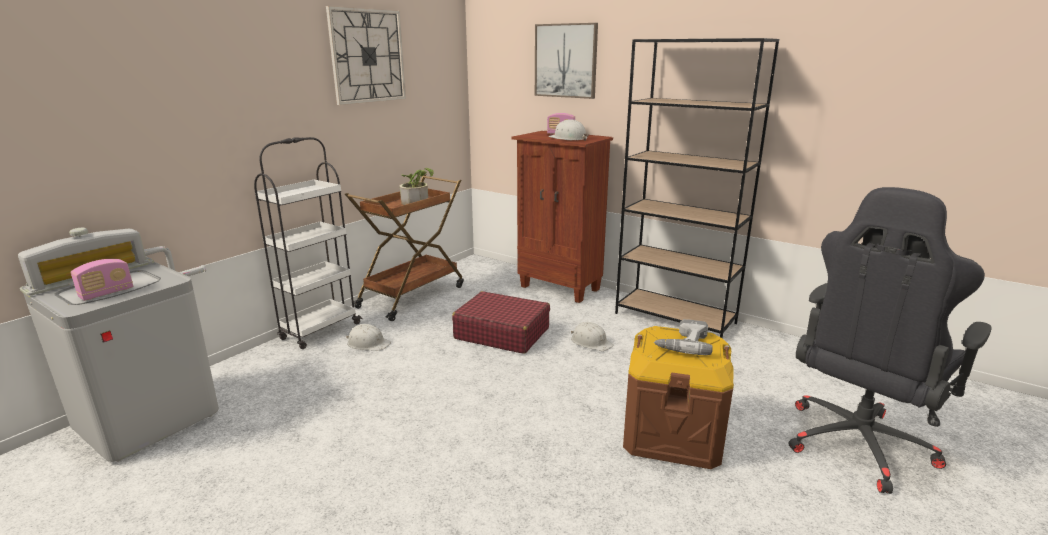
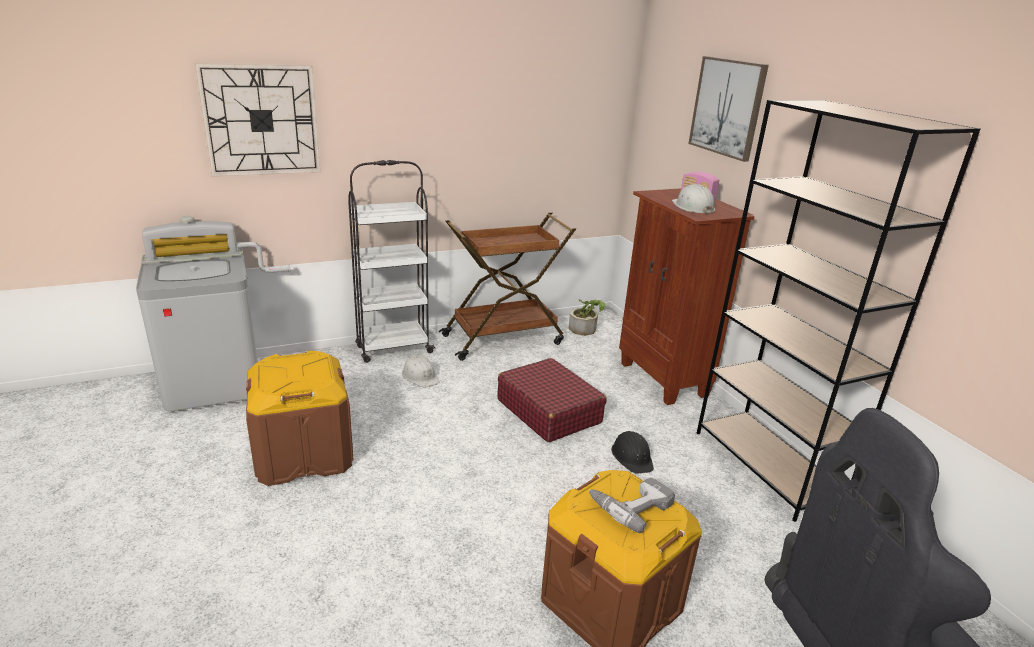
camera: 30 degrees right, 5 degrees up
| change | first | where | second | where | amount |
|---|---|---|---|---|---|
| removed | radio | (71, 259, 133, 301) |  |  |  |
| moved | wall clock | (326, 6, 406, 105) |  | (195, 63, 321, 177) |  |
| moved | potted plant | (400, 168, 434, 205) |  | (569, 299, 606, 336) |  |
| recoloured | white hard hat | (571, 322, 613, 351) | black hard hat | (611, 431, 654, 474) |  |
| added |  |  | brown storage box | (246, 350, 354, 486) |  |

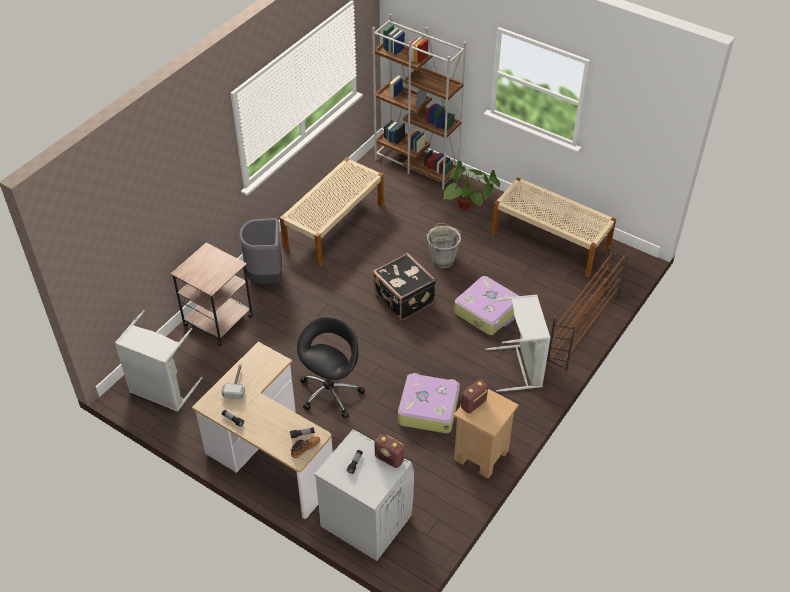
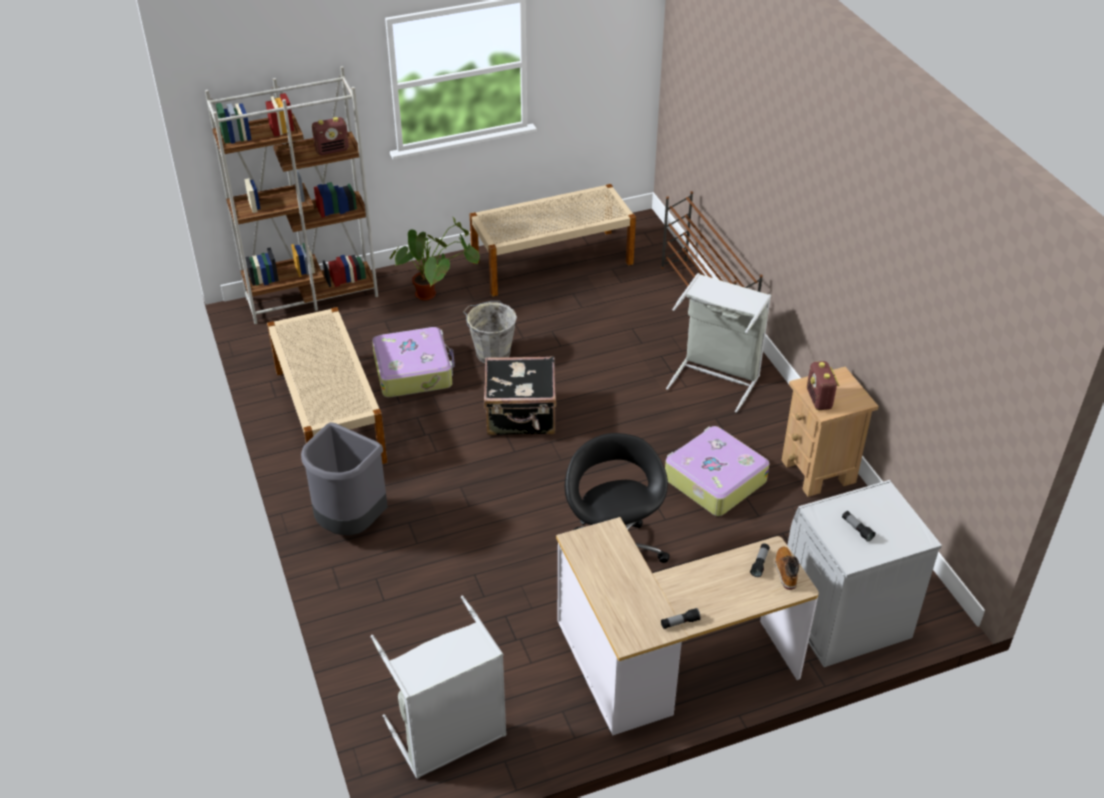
camera: 55 degrees left, 5 degrees down
| change | first | where | second | where | amount |
|---|---|---|---|---|---|
| removed | brown cart | (171, 243, 253, 346) |  |  |  |
| removed | hammer | (222, 364, 245, 399) |  |  |  |
| moved | radio | (374, 434, 404, 468) |  | (312, 117, 349, 155) |  |
| moved | suitcase | (454, 276, 519, 335) |  | (372, 327, 455, 397) |  |

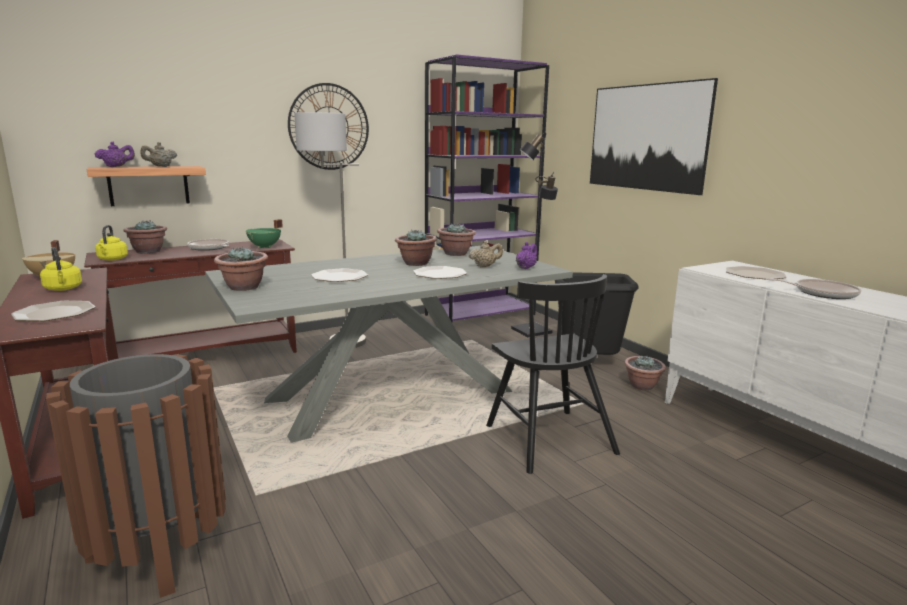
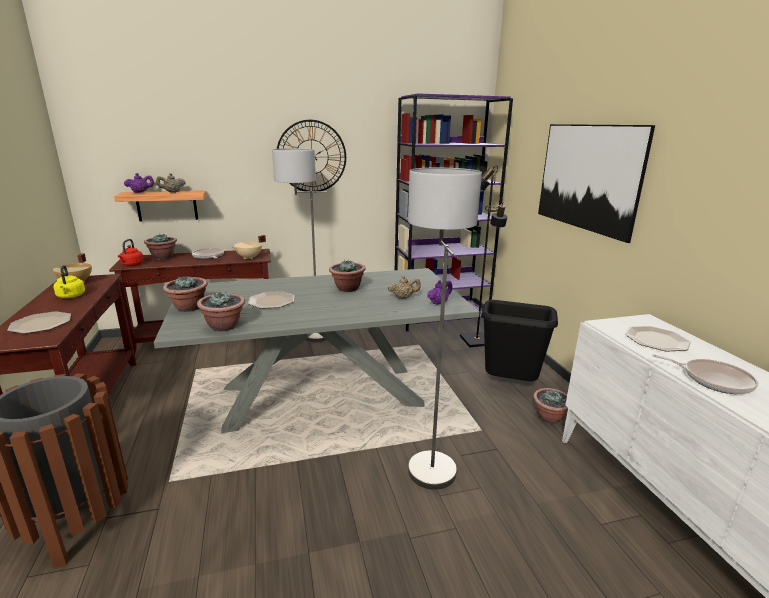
camera: 15 degrees right, 5 degrees up
| change | first | where | second | where | amount |
|---|---|---|---|---|---|
| recoloured | yellow kettle | (95, 225, 128, 261) | red kettle | (118, 239, 144, 266) |  |
| recoloured | green cooking pot | (246, 219, 283, 248) | beige cooking pot | (232, 235, 266, 259) |  |
| removed | plate | (413, 266, 467, 279) |  |  |  |
| moved | potted plant | (437, 223, 476, 256) |  | (197, 292, 245, 331) |  |
| replaced | black chair | (486, 274, 620, 474) | grey floor lamp | (408, 168, 482, 490) |  |

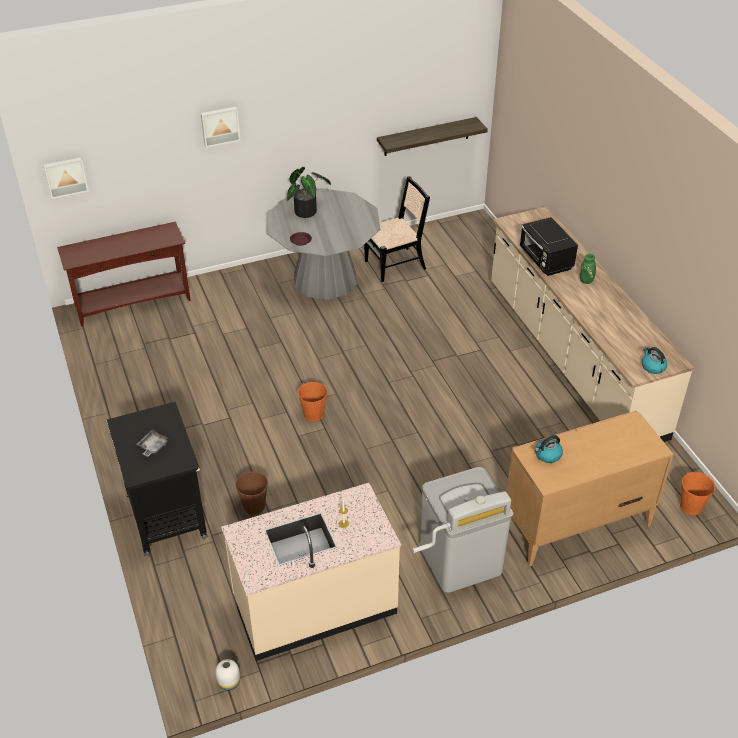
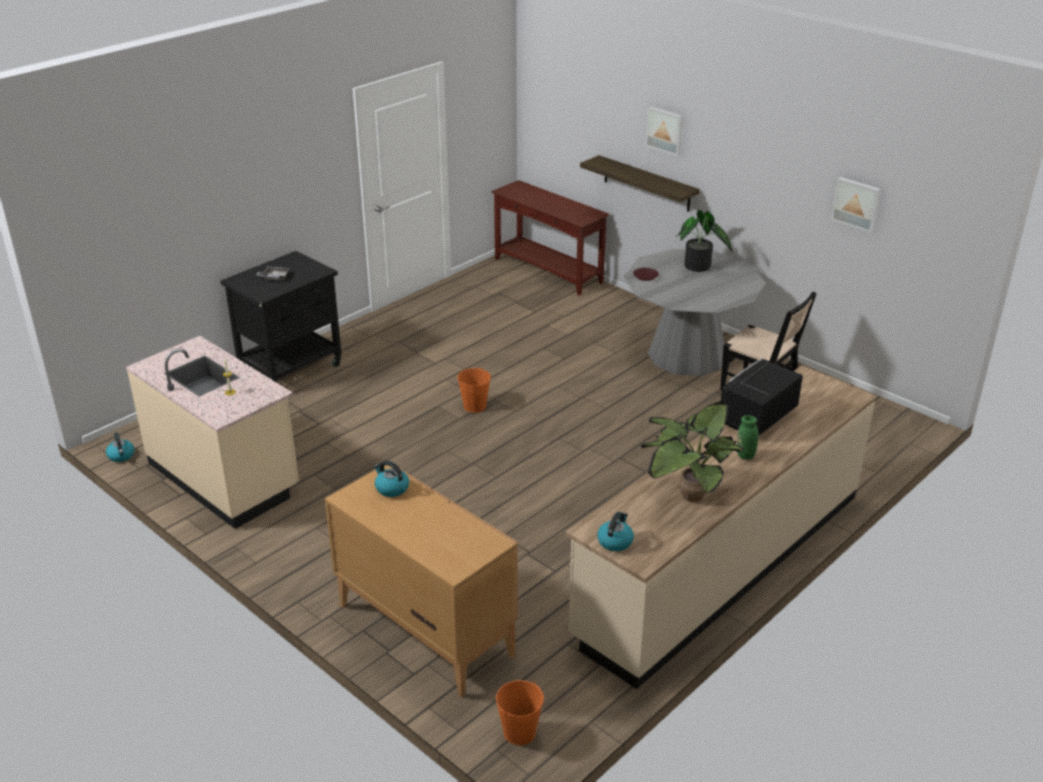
camera: 65 degrees right, 10 degrees down
| change | first | where | second | where | amount |
|---|---|---|---|---|---|
| moved | picture | (43, 157, 89, 199) |  | (831, 177, 881, 232) |  |
| replaced | white vase | (215, 659, 240, 691) | kettle | (106, 432, 134, 462) |  |
| removed | brown bucket | (235, 471, 268, 514) |  |  |  |
| moved | shelf | (377, 117, 488, 156) |  | (580, 155, 700, 212) |  |
| removed | grey washing machine | (412, 467, 513, 593) |  |  |  |
| added |  |  | potted plant | (640, 401, 744, 502) |  |

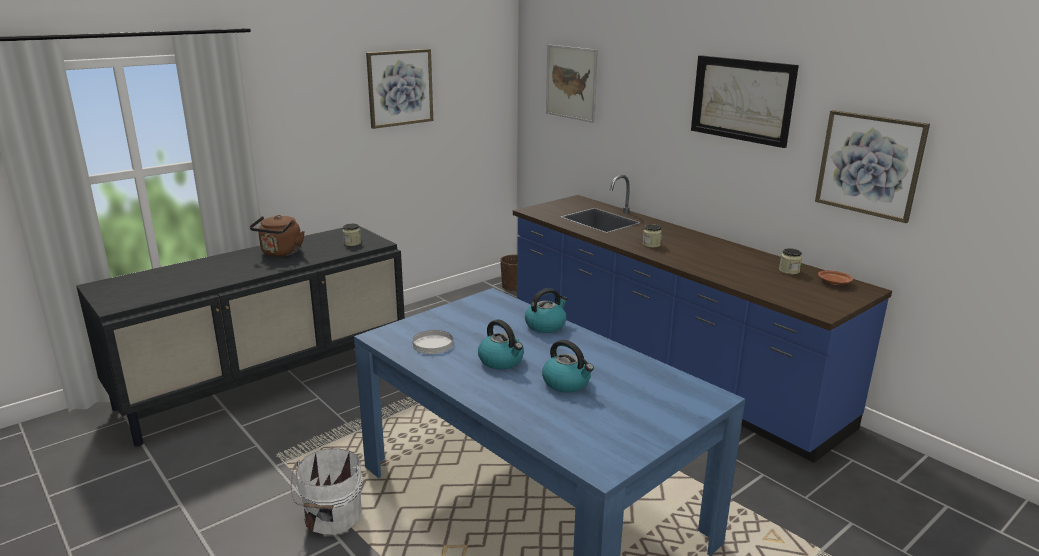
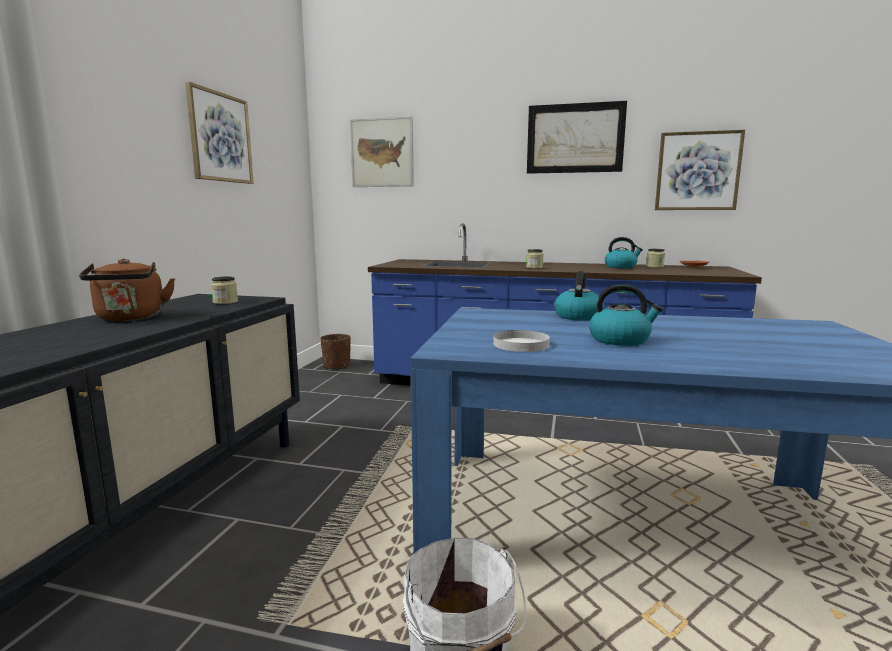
camera: 35 degrees left, 10 degrees down
| change | first | where | second | where | amount |
|---|---|---|---|---|---|
| moved | kettle | (542, 340, 594, 393) |  | (605, 237, 643, 268) |  |

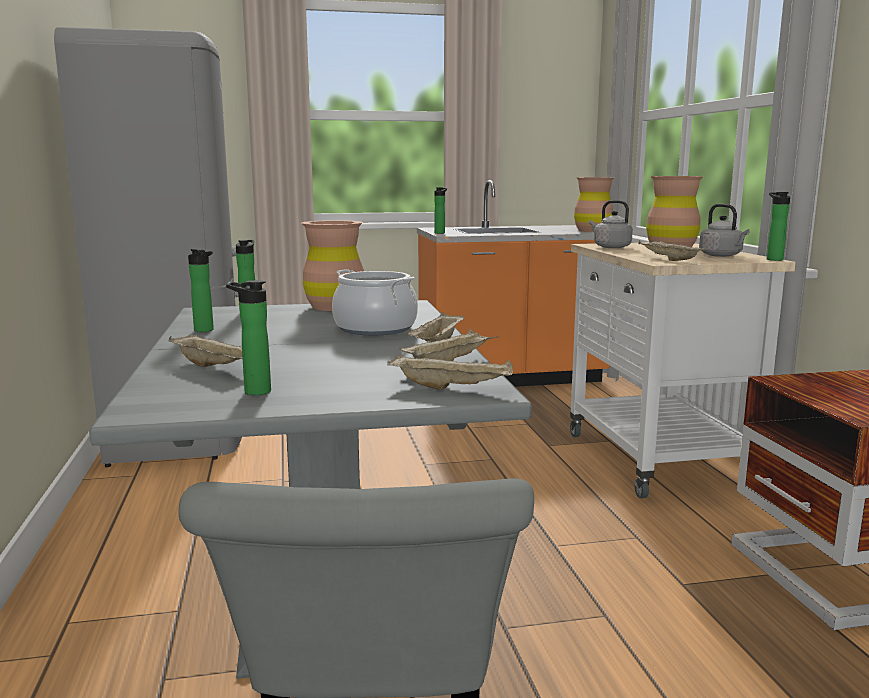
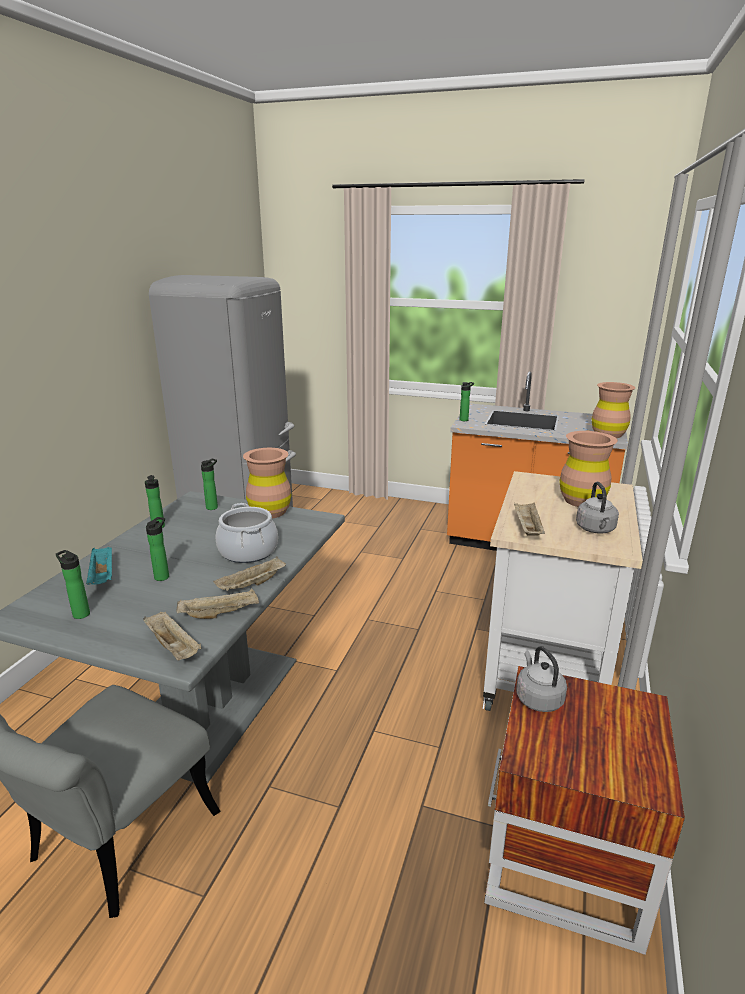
camera: 30 degrees right, 10 degrees up
| change | first | where | second | where | amount |
|---|---|---|---|---|---|
| recoloured | beige tray | (168, 334, 243, 367) | turquoise tray | (86, 547, 112, 585) |  |
| moved | grey kettle | (589, 200, 633, 248) |  | (516, 646, 567, 712) |  |
| moved | bottle | (767, 192, 790, 261) |  | (146, 517, 169, 581) |  |

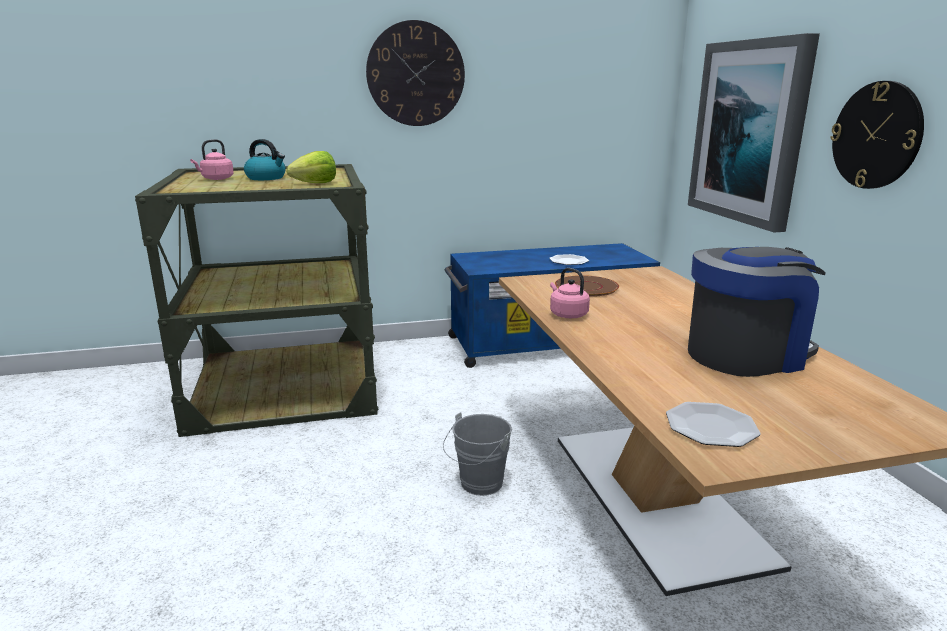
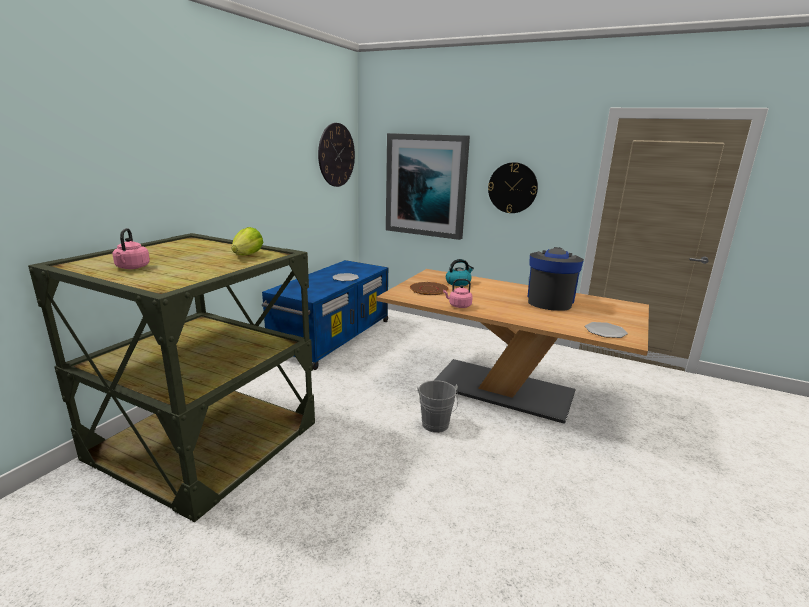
camera: 50 degrees left, 0 degrees up
| change | first | where | second | where | amount |
|---|---|---|---|---|---|
| moved | kettle | (244, 139, 286, 180) |  | (446, 259, 474, 286) |  |
| moved | wall clock | (366, 20, 465, 126) |  | (318, 123, 355, 187) |  |

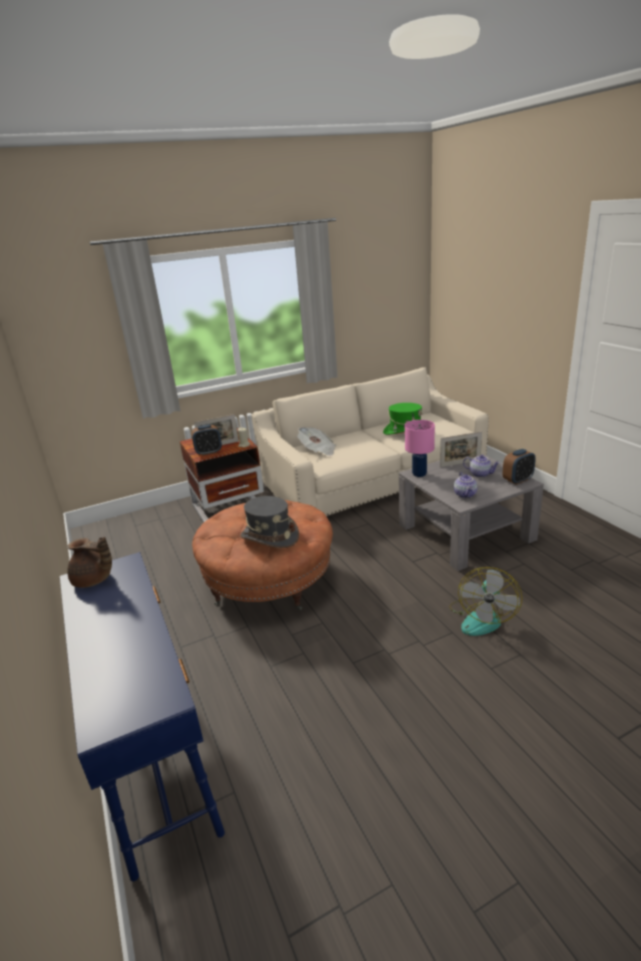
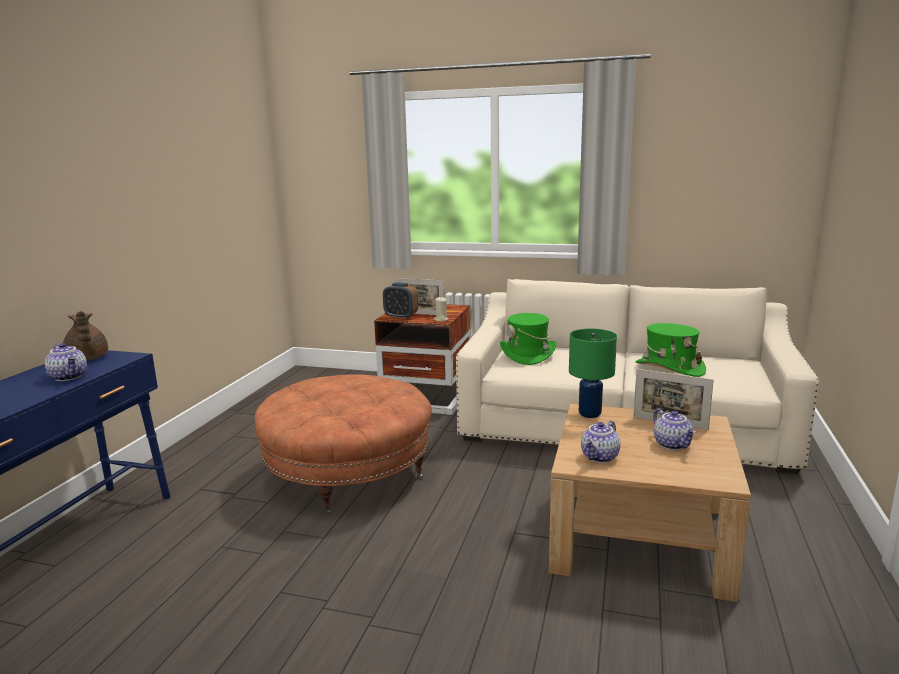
camera: 40 degrees right, 10 degrees down
| change | first | where | second | where | amount |
|---|---|---|---|---|---|
| removed | grey hat | (240, 496, 299, 548) |  |  |  |
| replaced | newspaper | (297, 427, 336, 456) | green hat | (500, 313, 556, 365) |  |
| recoloured | grey coffee table | (399, 453, 544, 571) | brown coffee table | (549, 404, 751, 602) |  |
| recoloured | pink table lamp | (405, 420, 435, 477) | green table lamp | (569, 329, 617, 418) |  |
| removed | fan | (449, 567, 522, 636) |  |  |  |
| removed | alarm clock | (503, 449, 536, 485) |  |  |  |
| added |  |  | teapot | (45, 343, 87, 381) |  |

